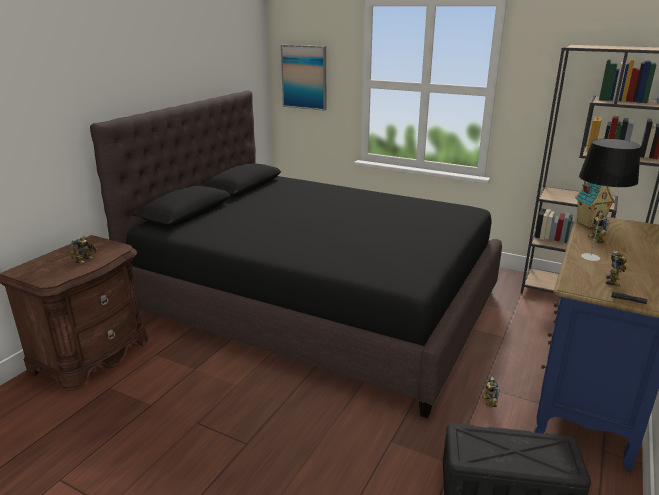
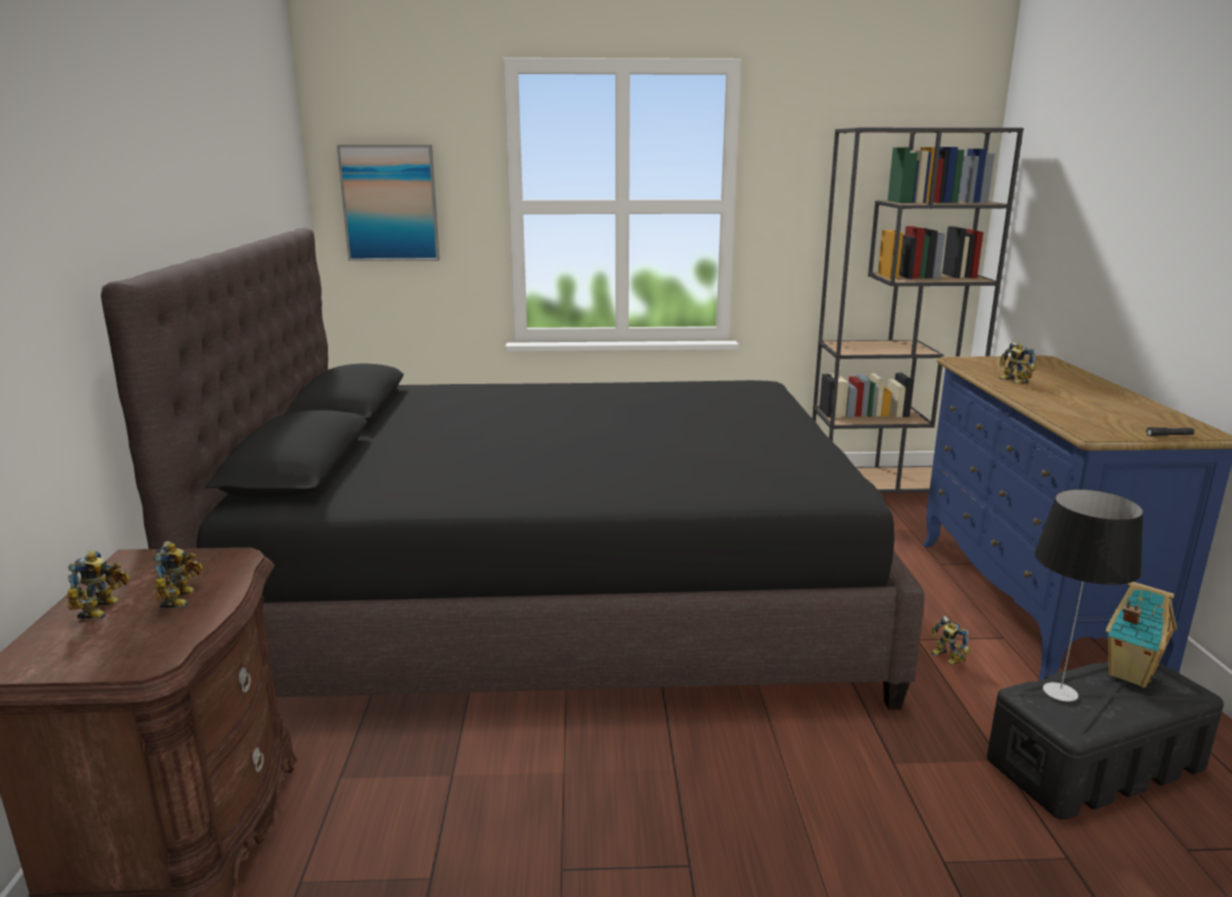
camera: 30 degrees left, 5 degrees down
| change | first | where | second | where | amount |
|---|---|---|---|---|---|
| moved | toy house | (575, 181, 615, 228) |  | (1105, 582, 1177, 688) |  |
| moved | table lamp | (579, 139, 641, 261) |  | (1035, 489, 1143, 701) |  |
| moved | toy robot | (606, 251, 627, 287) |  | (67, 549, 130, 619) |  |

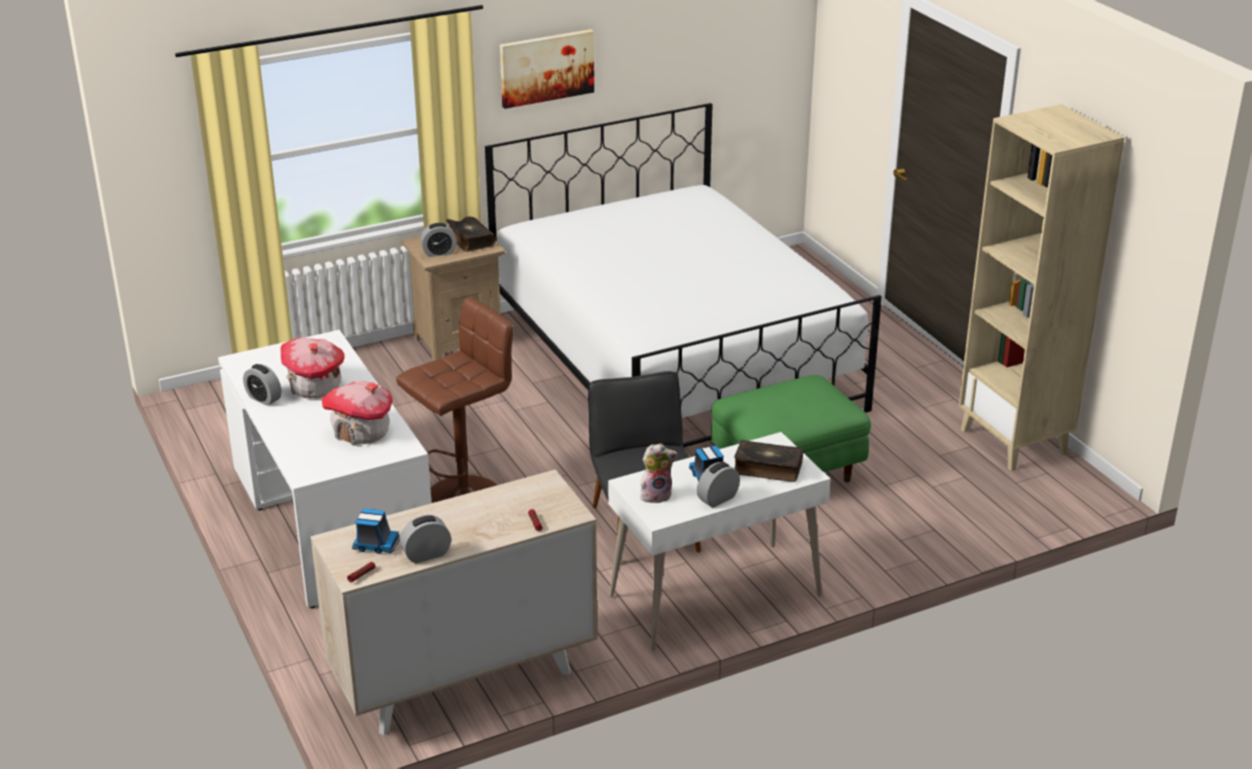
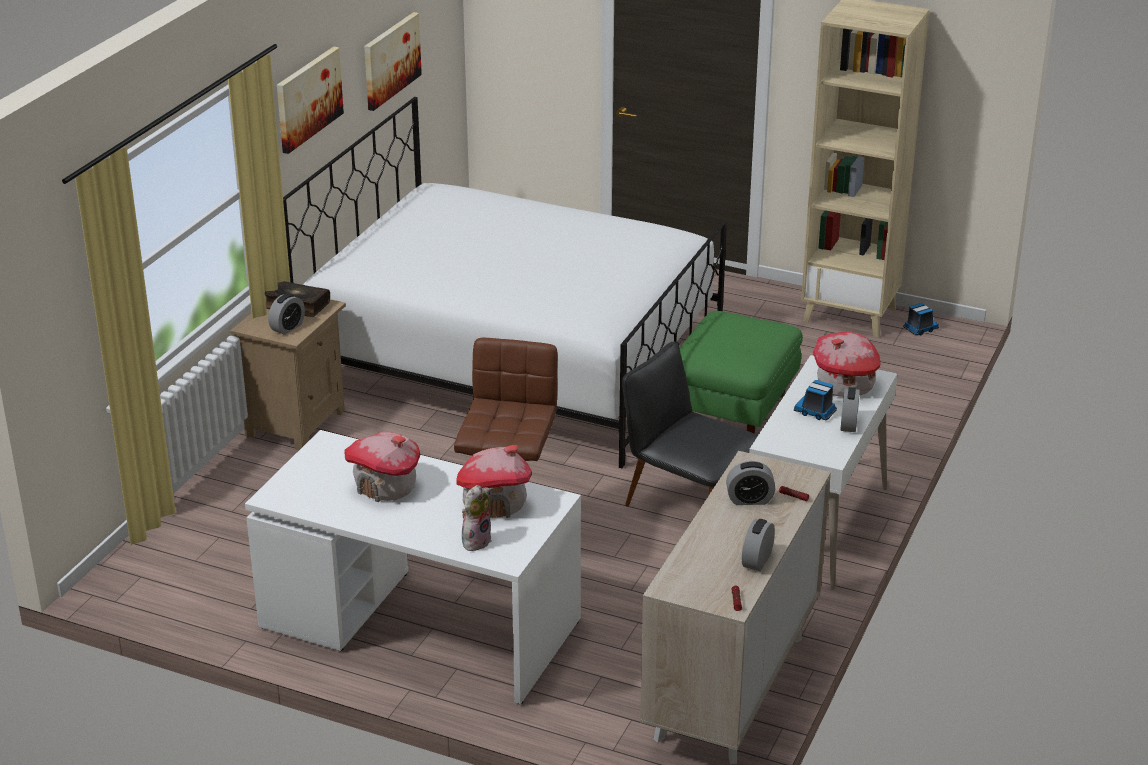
camera: 40 degrees left, 0 degrees up
| change | first | where | second | where | amount |
|---|---|---|---|---|---|
| moved | alarm clock | (243, 364, 282, 406) |  | (726, 461, 775, 505) |  |
| moved | toy truck | (352, 509, 400, 554) |  | (903, 303, 939, 335) |  |
| moved | plush toy | (640, 444, 677, 503) |  | (462, 485, 492, 551) |  |
| replaced | book | (734, 440, 803, 482) | toy house | (813, 332, 881, 397) |  |
| added |  |  | picture | (364, 12, 422, 111) |  |

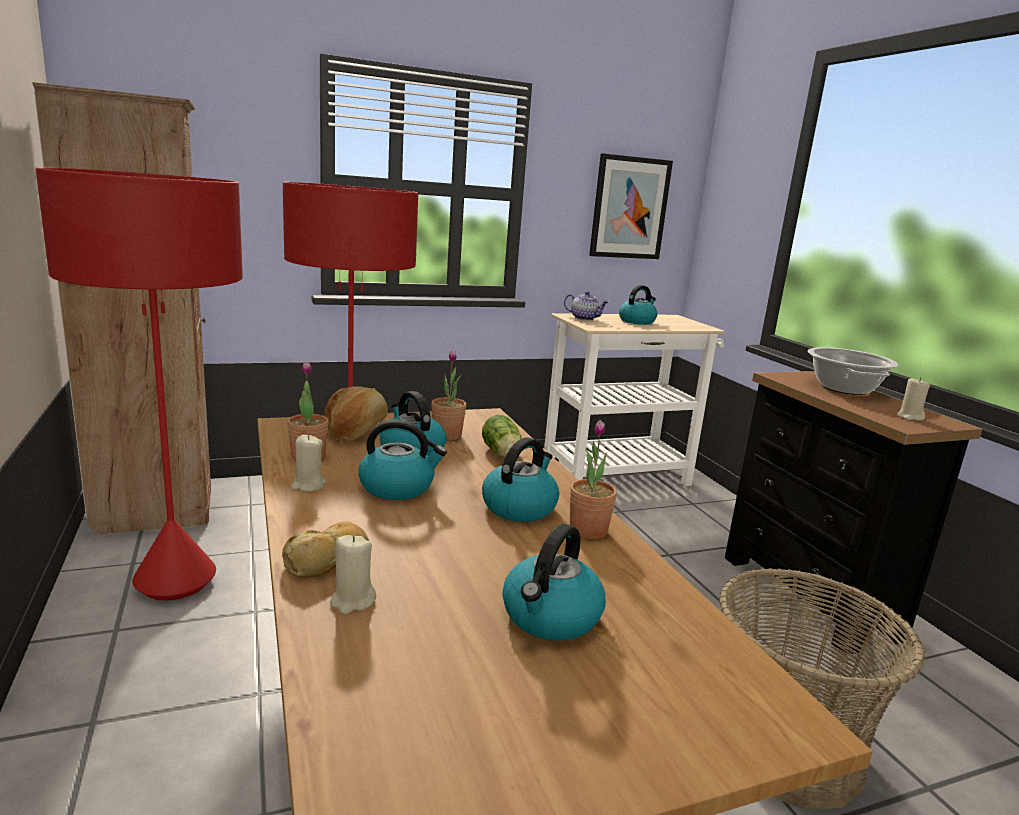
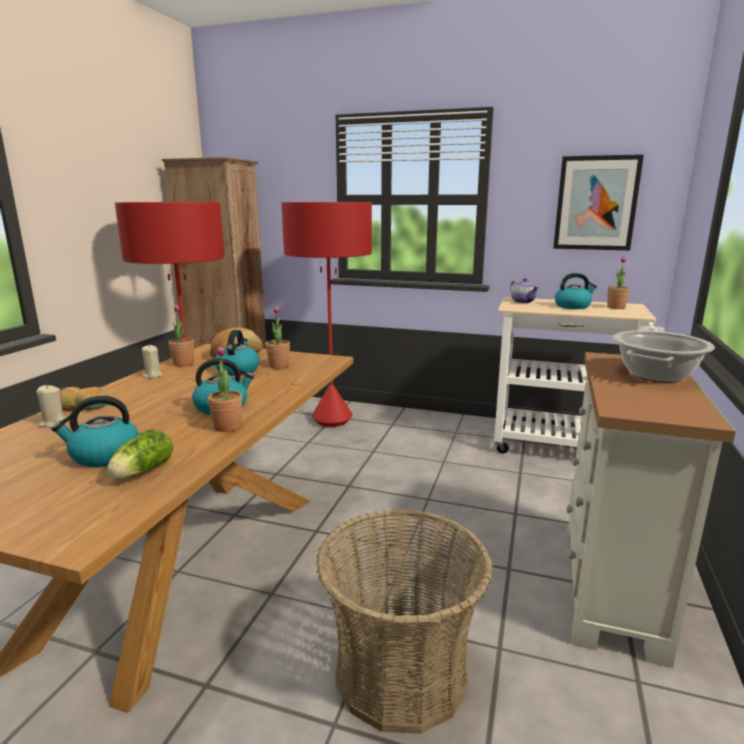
camera: 40 degrees right, 0 degrees up
| change | first | where | second | where | amount |
|---|---|---|---|---|---|
| removed | kettle | (358, 420, 447, 500) |  |  |  |
| moved | lettuce | (482, 415, 522, 457) |  | (107, 429, 173, 479) |  |
| recoloured | black dresser | (725, 371, 982, 655) | white dresser | (567, 352, 736, 668) |  |
| removed | beige candle | (897, 377, 930, 421) |  |  |  |
| added |  |  | potted plant | (607, 256, 630, 309) |  |

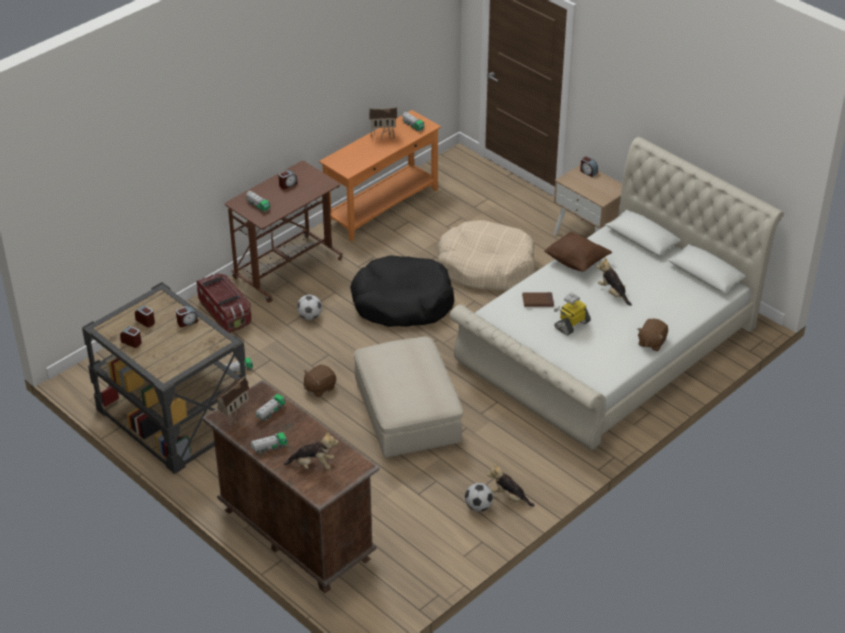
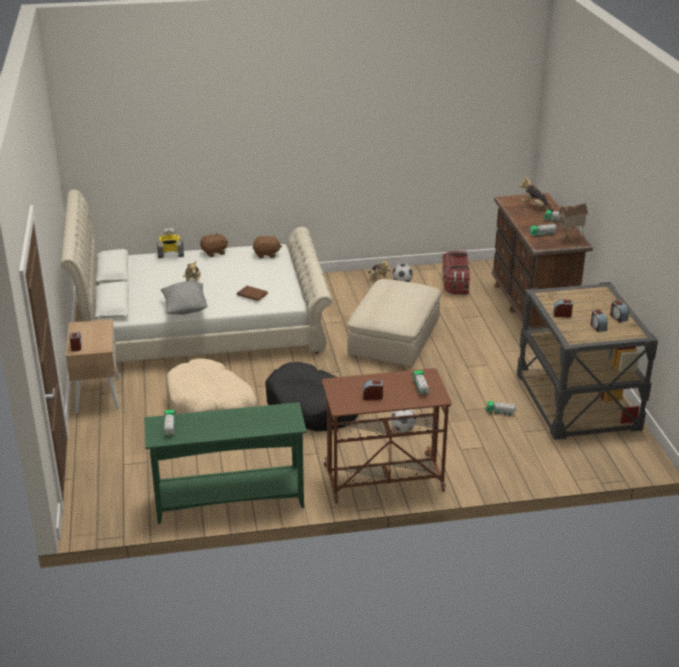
camera: 145 degrees left, 10 degrees down
| change | first | where | second | where | amount |
|---|---|---|---|---|---|
| moved | storage box | (196, 273, 252, 333) |  | (442, 250, 470, 295) |  |
| moved | brown plush toy | (304, 364, 336, 397) |  | (253, 235, 282, 258) |  |
| recoloured | orange console table | (319, 110, 441, 241) | green console table | (144, 402, 307, 524) |  |
| removed | toy house | (369, 107, 397, 141) |  |  |  |
| recoloured | brown pillow | (544, 231, 612, 272) | grey pillow | (161, 281, 208, 315) |  |
| moved | toy robot | (554, 293, 591, 336) |  | (157, 227, 184, 258) |  |

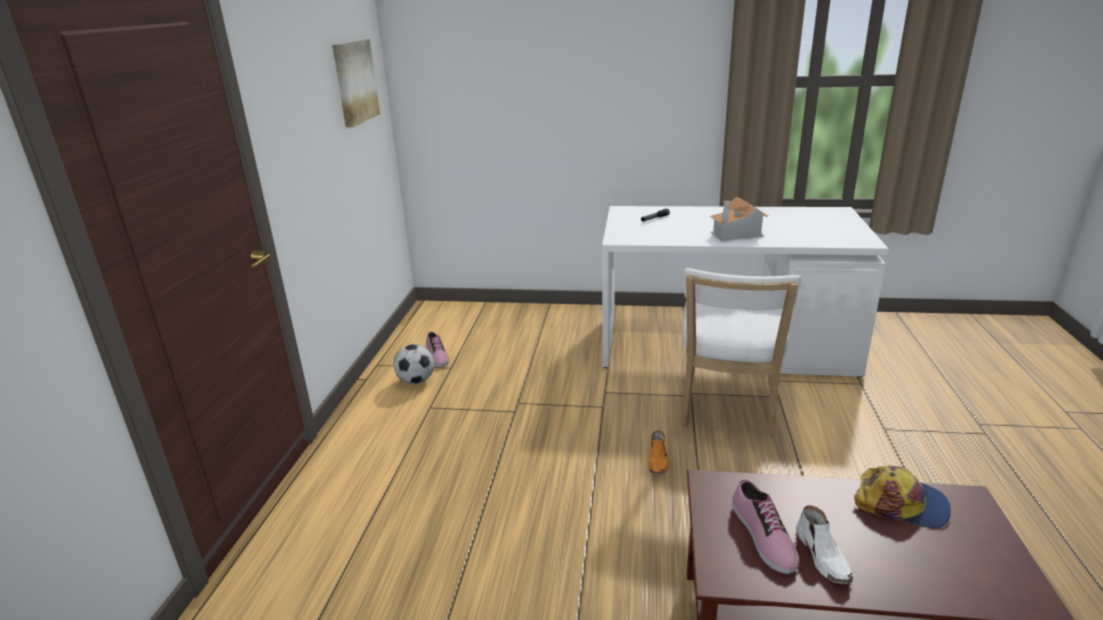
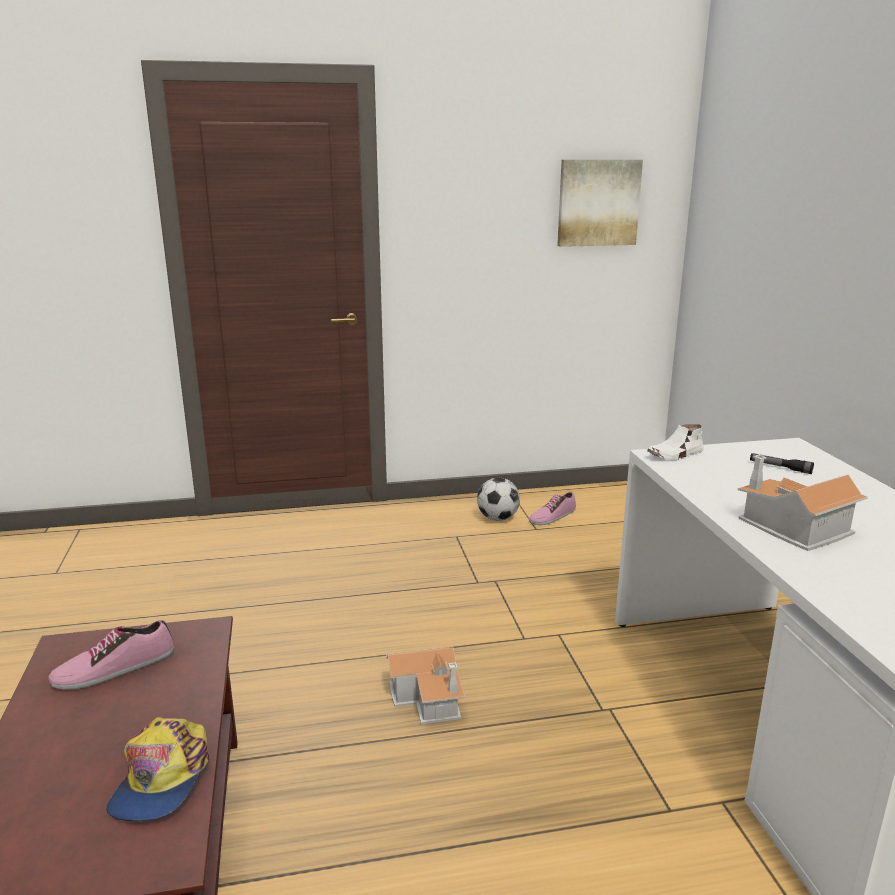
camera: 70 degrees right, 5 degrees down
| change | first | where | second | where | amount |
|---|---|---|---|---|---|
| replaced | orange shoe | (648, 430, 669, 474) | toy house | (386, 647, 465, 725) |  |
| removed | white chair | (681, 268, 801, 434) |  |  |  |
| moved | white shoe | (796, 505, 853, 584) |  | (646, 424, 703, 460) |  |

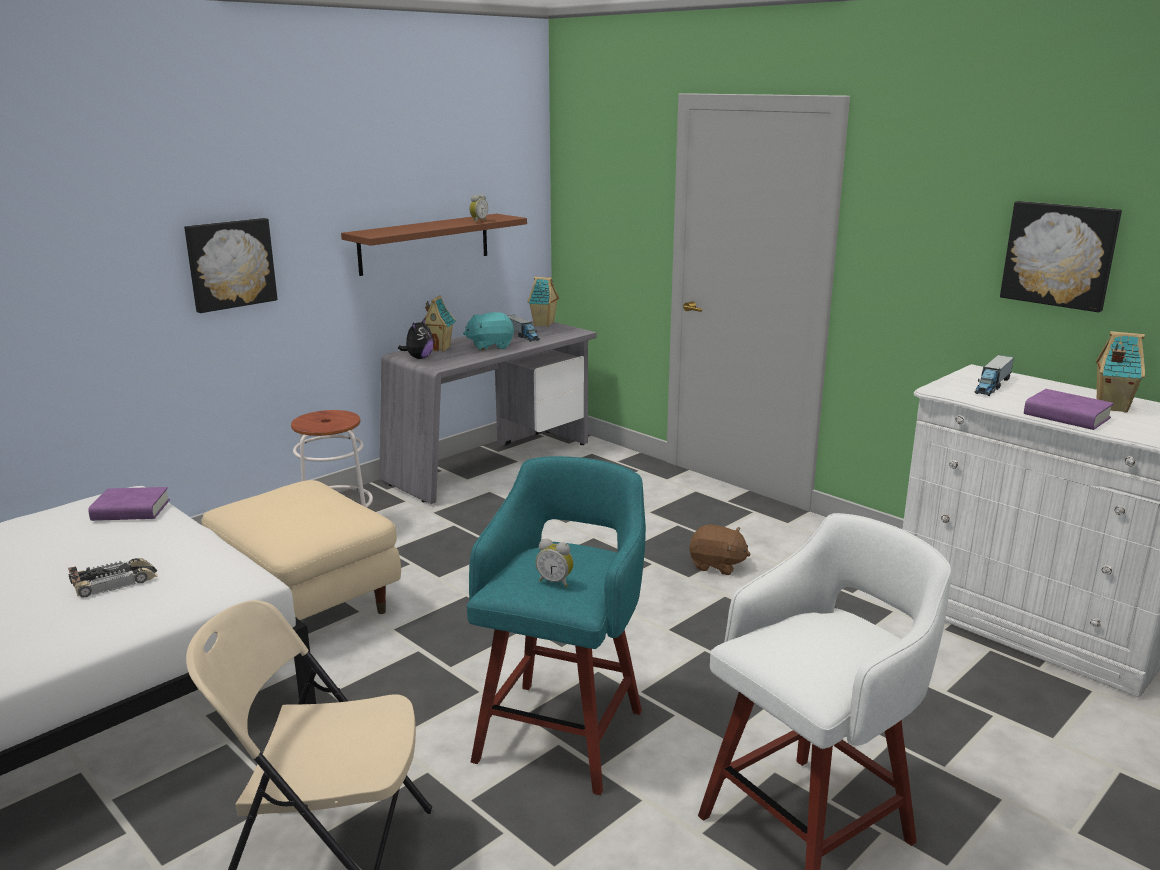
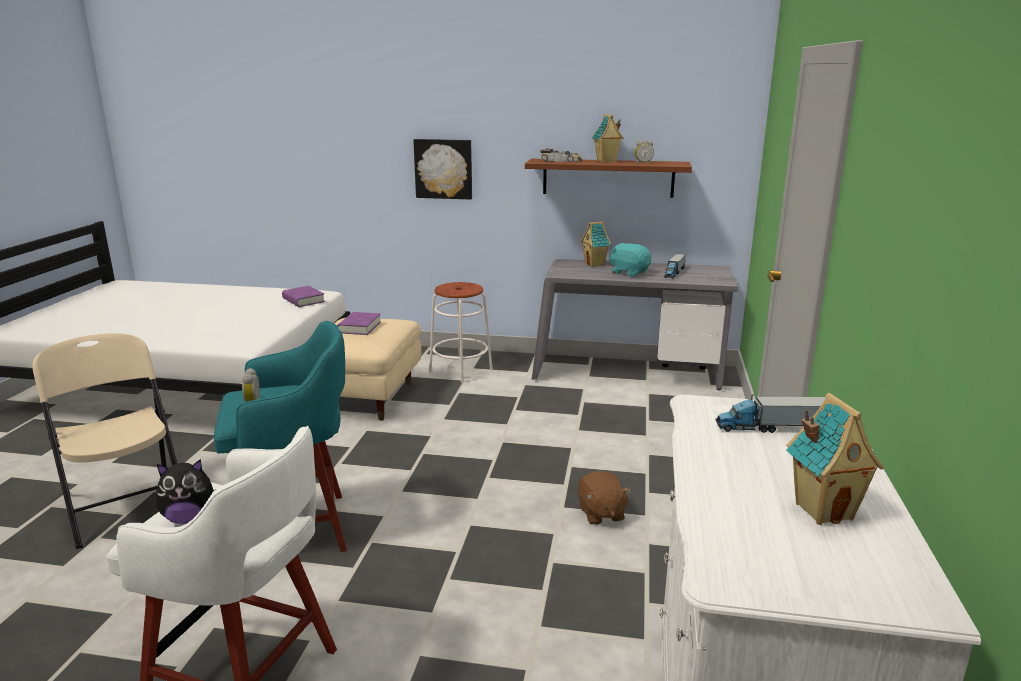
camera: 55 degrees right, 0 degrees up
| change | first | where | second | where | amount |
|---|---|---|---|---|---|
| moved | toy car | (68, 558, 158, 597) |  | (540, 148, 583, 162) |  |
| moved | plush toy | (398, 318, 434, 359) |  | (156, 459, 216, 524) |  |
| moved | toy house | (528, 277, 559, 327) |  | (592, 114, 623, 162) |  |
| removed | picture | (1000, 201, 1122, 312) |  |  |  |
| moved | purple book | (1024, 389, 1114, 430) |  | (337, 312, 381, 335) |  |

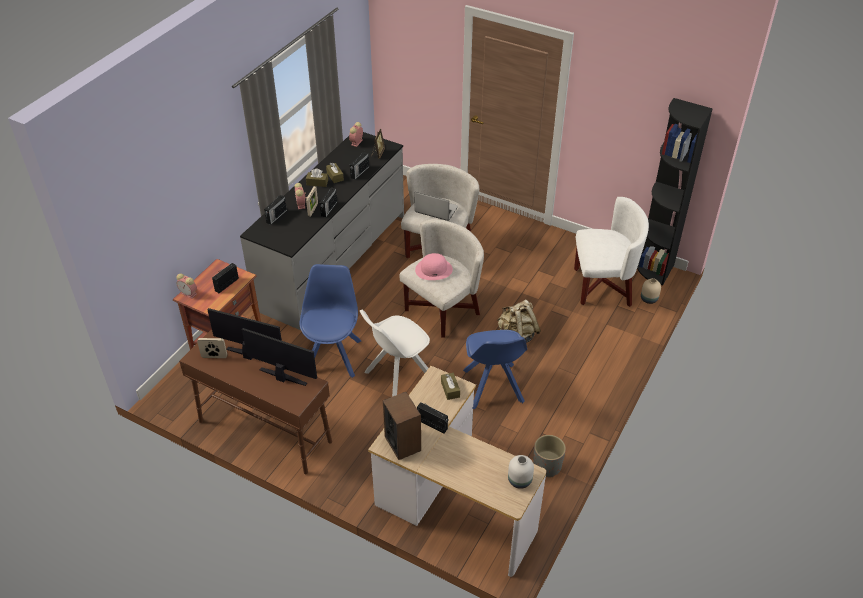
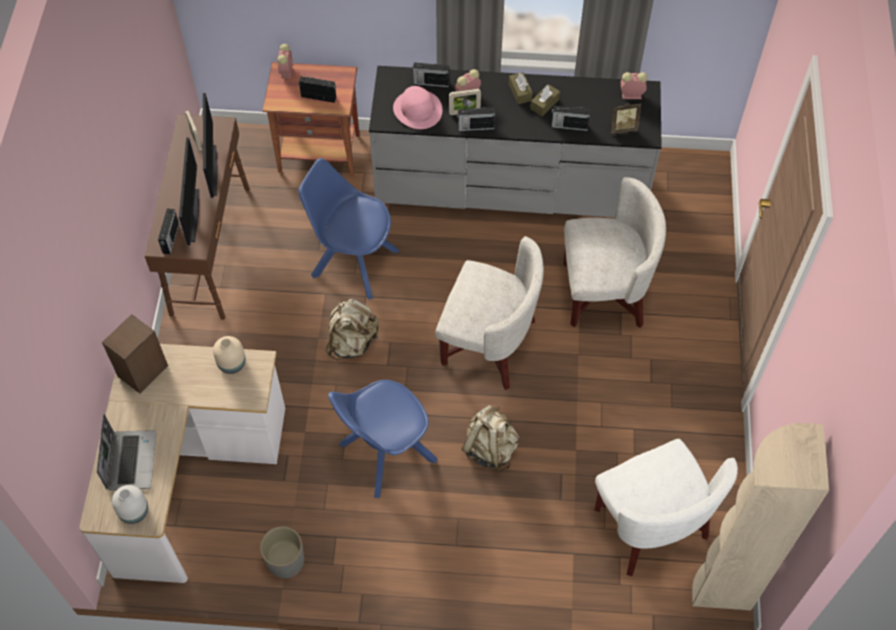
camera: 65 degrees right, 15 degrees up
| change | first | where | second | where | amount |
|---|---|---|---|---|---|
| turned | blue chair | (299, 264, 361, 378) |  | (298, 158, 399, 300) | 135 degrees counterclockwise |
| replaced | white chair | (360, 310, 430, 397) | beige backpack | (326, 299, 379, 361) |  |
| moved | laptop | (414, 192, 458, 221) |  | (97, 414, 156, 490) |  |
| moved | pink hat | (415, 253, 453, 280) |  | (393, 86, 442, 129) |  |
| moved | radio | (417, 402, 449, 433) |  | (158, 208, 179, 254) |  |
| removed | brown tissue box | (441, 373, 460, 400) |  |  |  |
| recoloured | black bookcase | (637, 98, 713, 286) | beige bookcase | (692, 423, 829, 610) |  |
| moved | beige vase | (641, 278, 661, 304) |  | (213, 336, 246, 374) |  |

